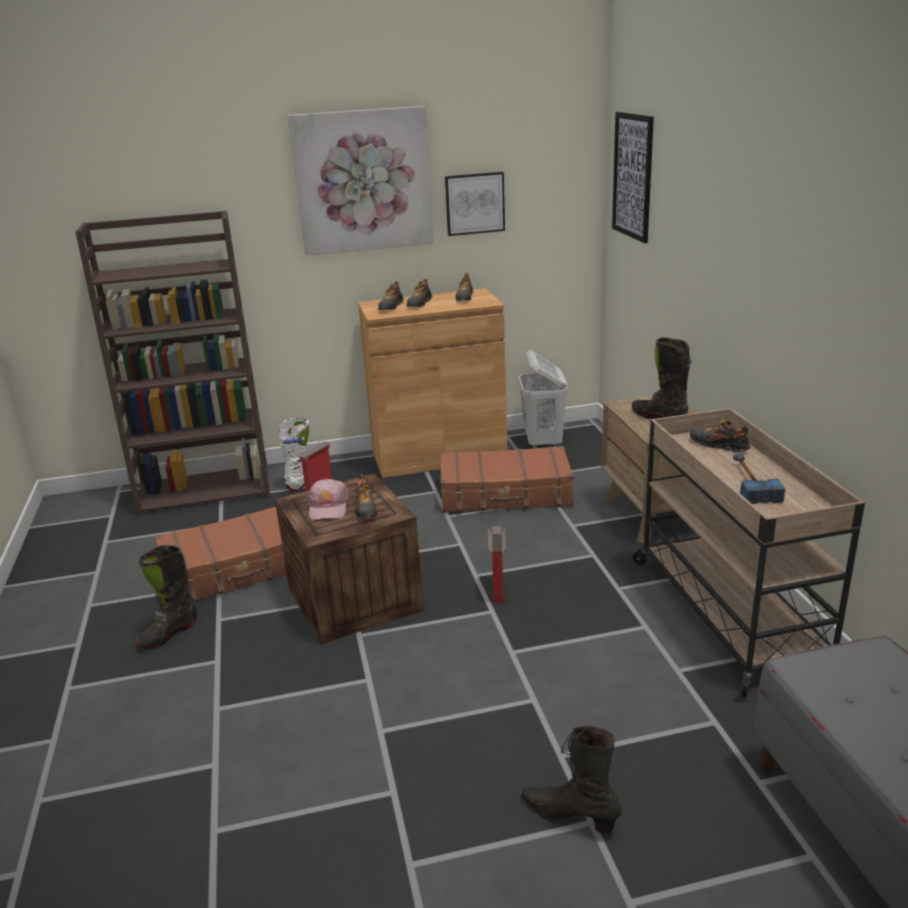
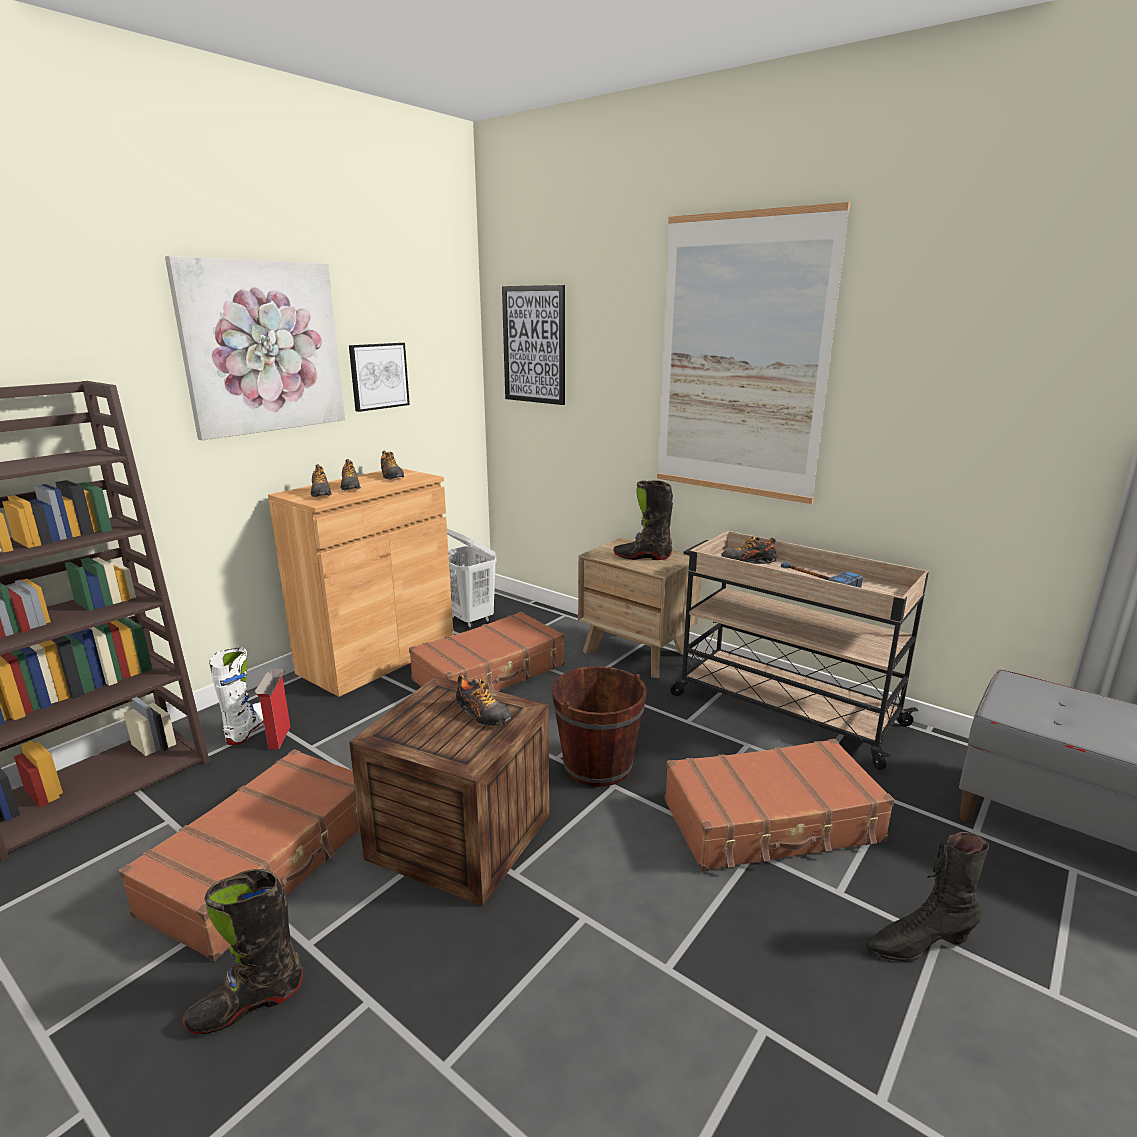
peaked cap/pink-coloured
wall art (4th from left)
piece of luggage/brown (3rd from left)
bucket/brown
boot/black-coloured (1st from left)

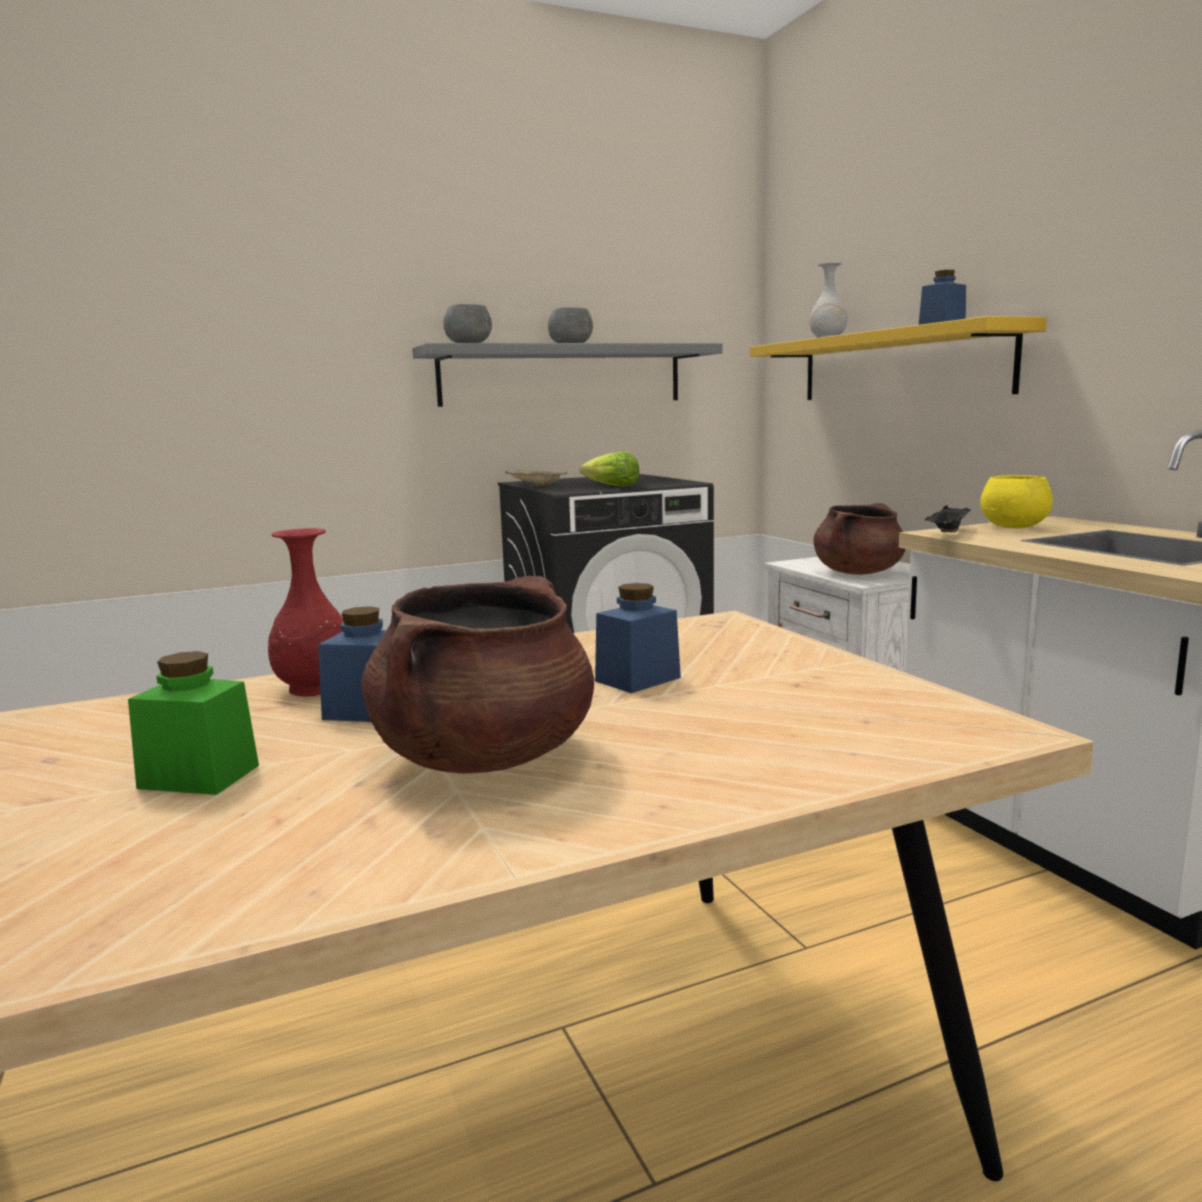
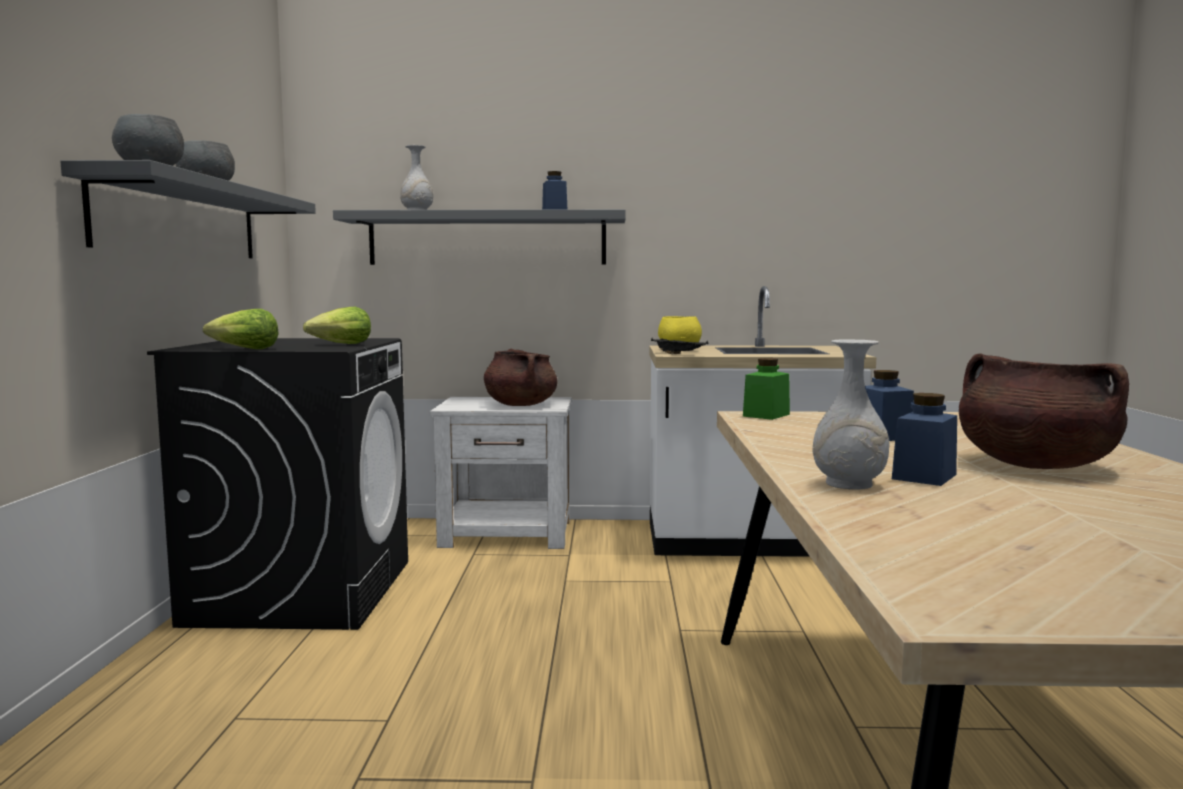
storage jar/green-coloured
head of lettuce (1st from left)
vase/white-coloured (2nd from left)
wall shelf/greyish (2nd from left)

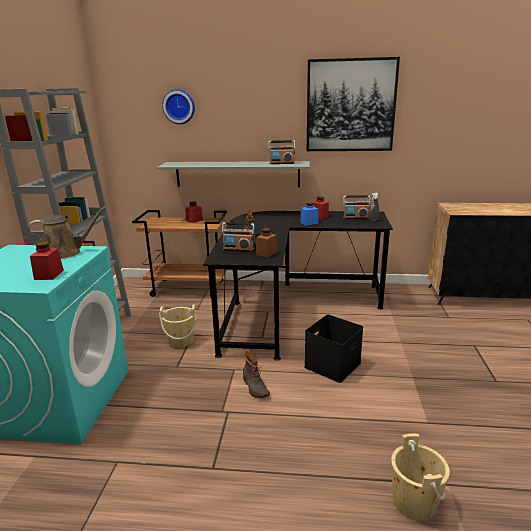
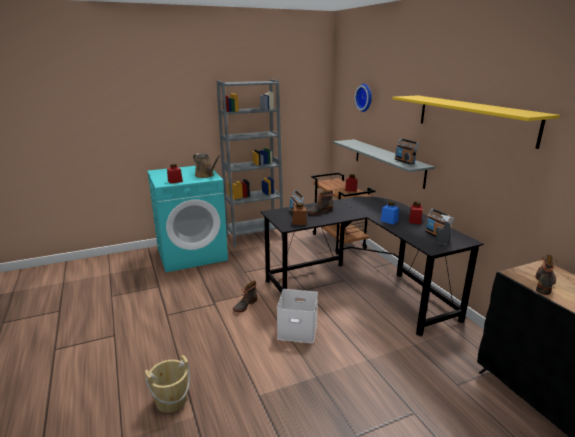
bucket/sand-coloured (1st from left in the first image)
boot (3rd from left)
wall shelf/yellow-coloured
storage box/white-coloured

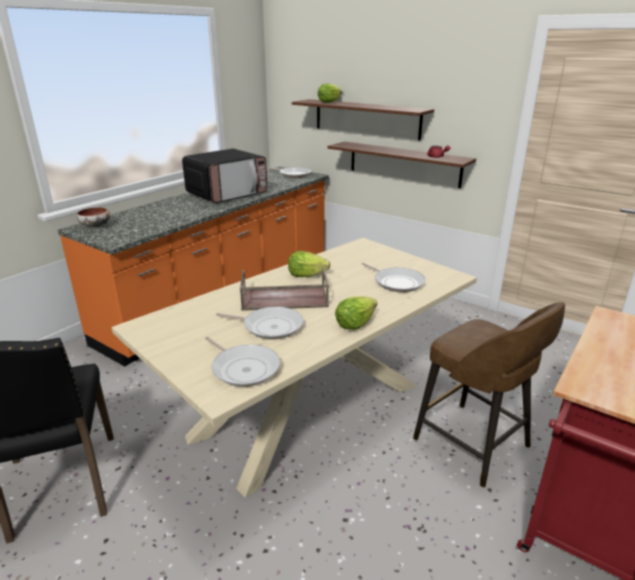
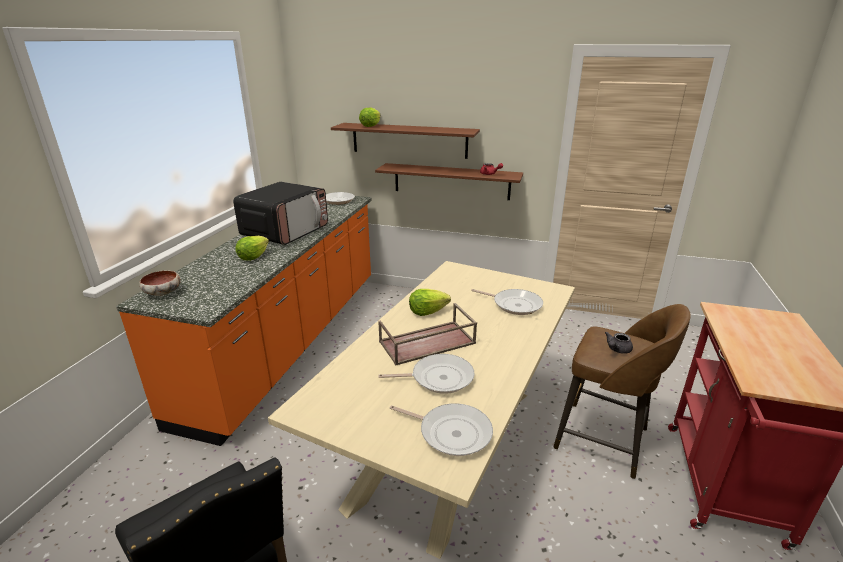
tea pot/greyish
head of lettuce (1st from left)

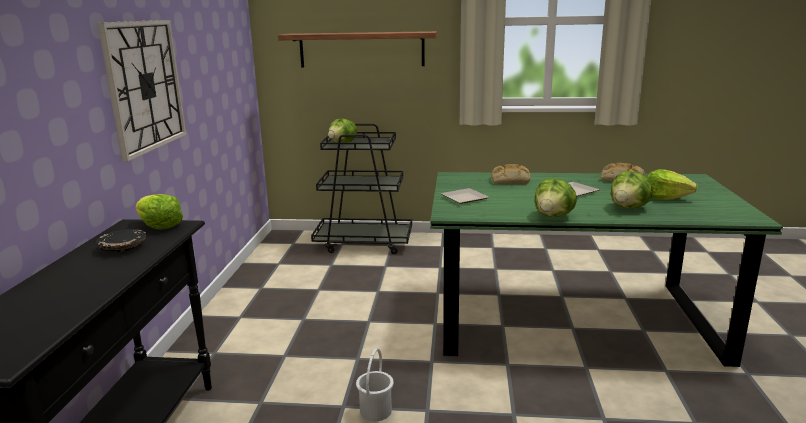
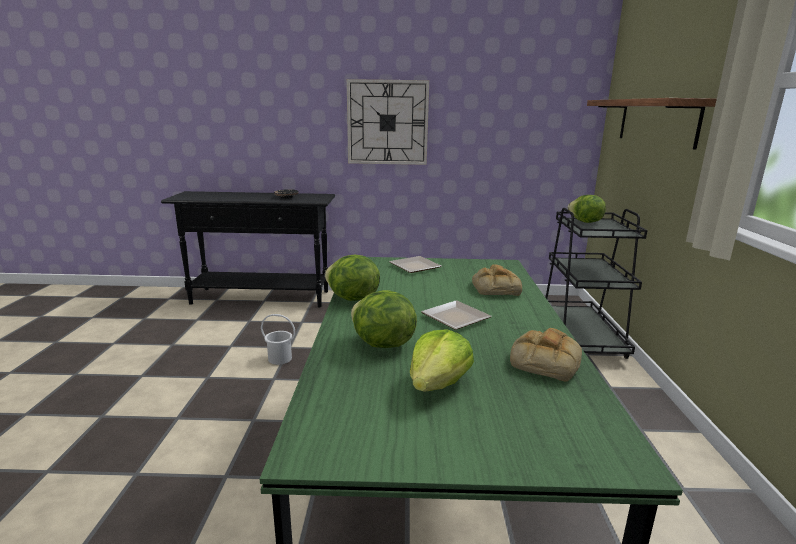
head of lettuce (1st from left in the first image)

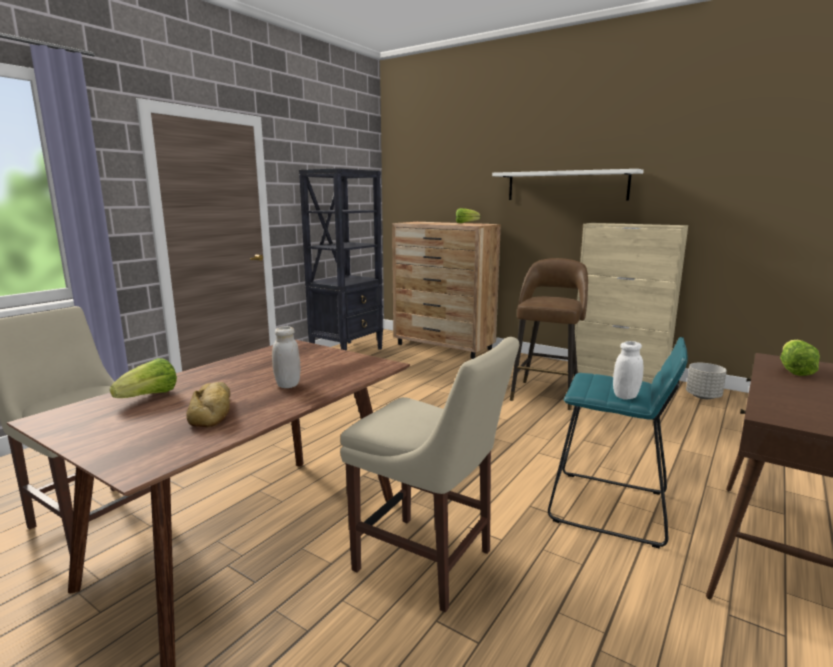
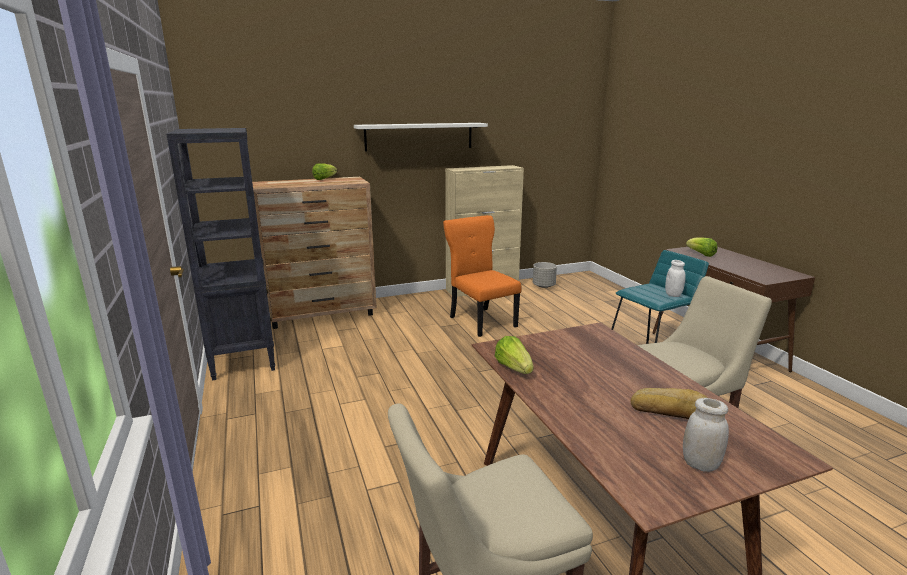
head of lettuce (2nd from left)
storage jar/white-coloured (2nd from left)
chair/orange-coloured

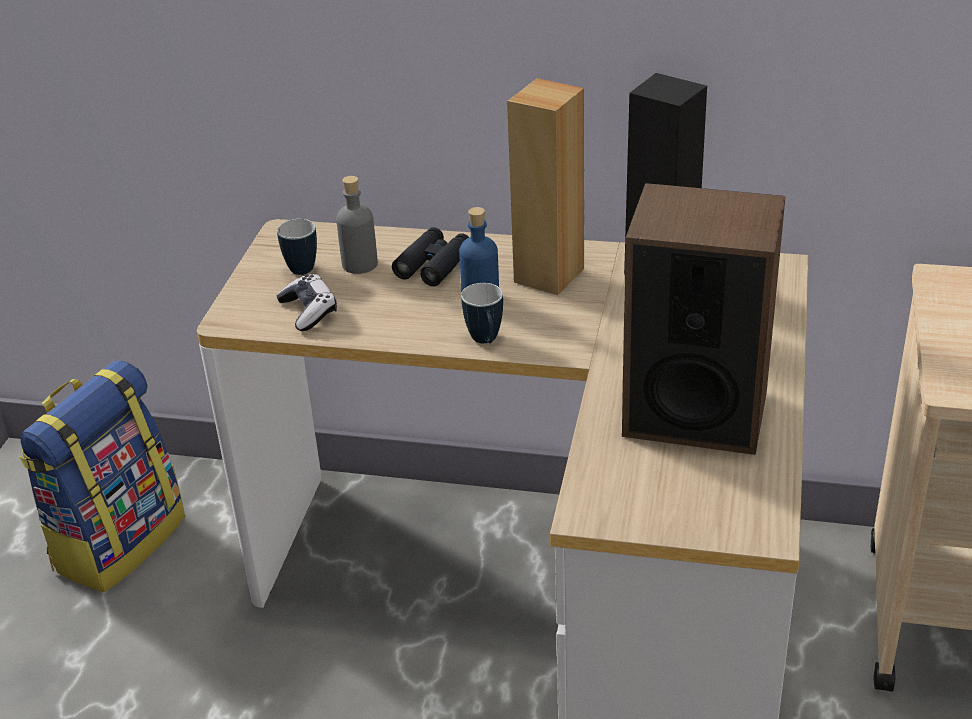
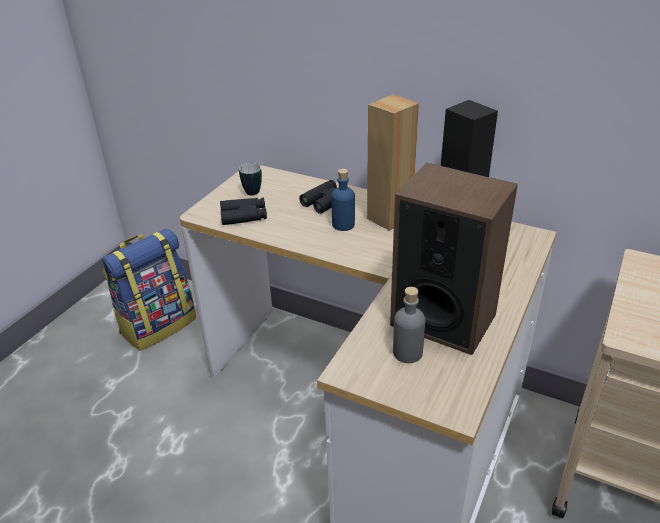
coffee mug (2nd from left in the first image)
beverage bottle/greyish
pair of binoculars/black-coloured (1st from left)

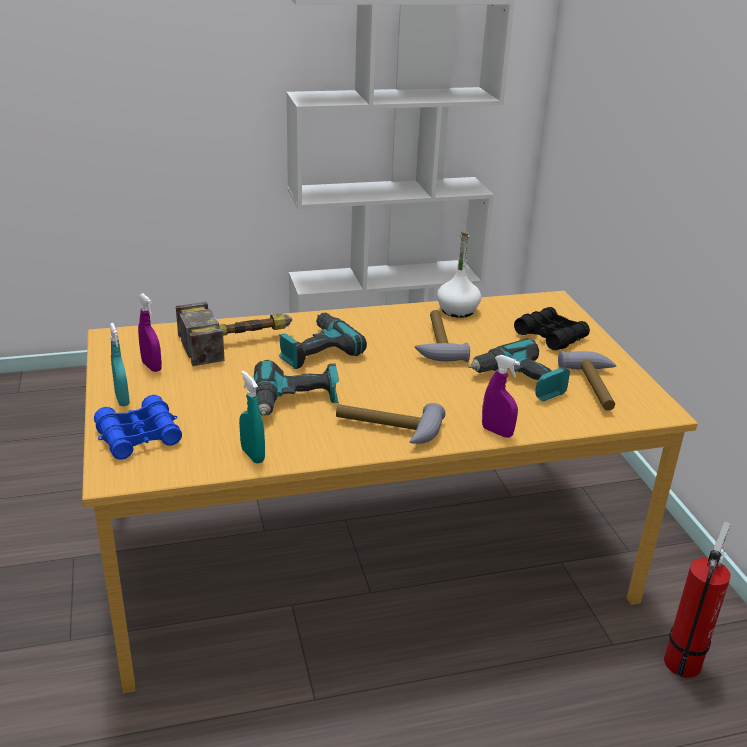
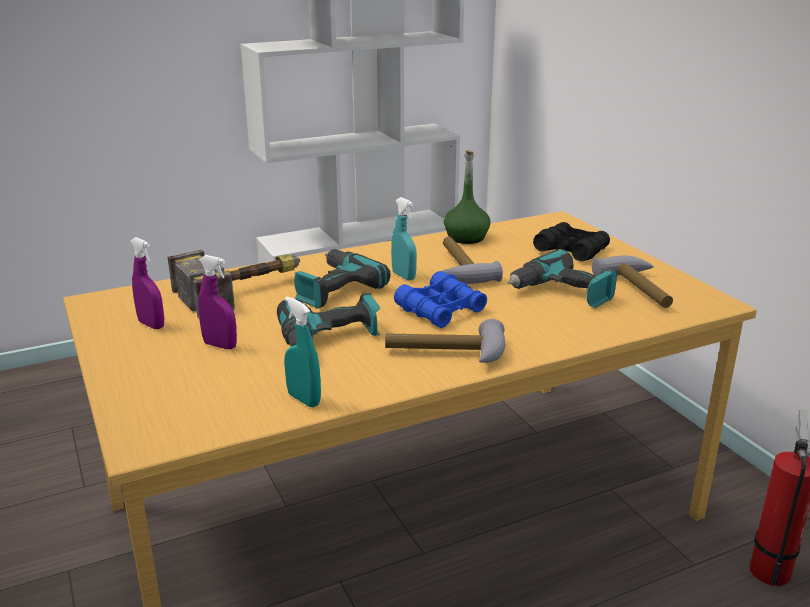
pair of binoculars/bluish
spray bottle/turquoise (2nd from left)
spray bottle/purple (2nd from left)
beverage bottle/green-coloured

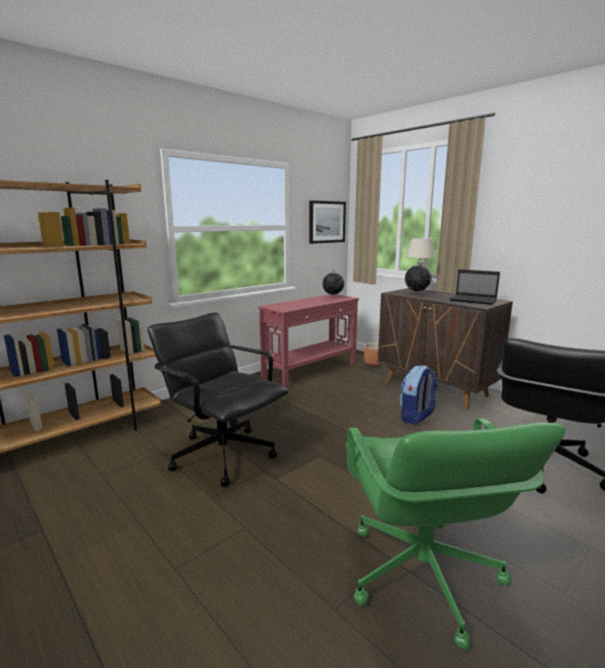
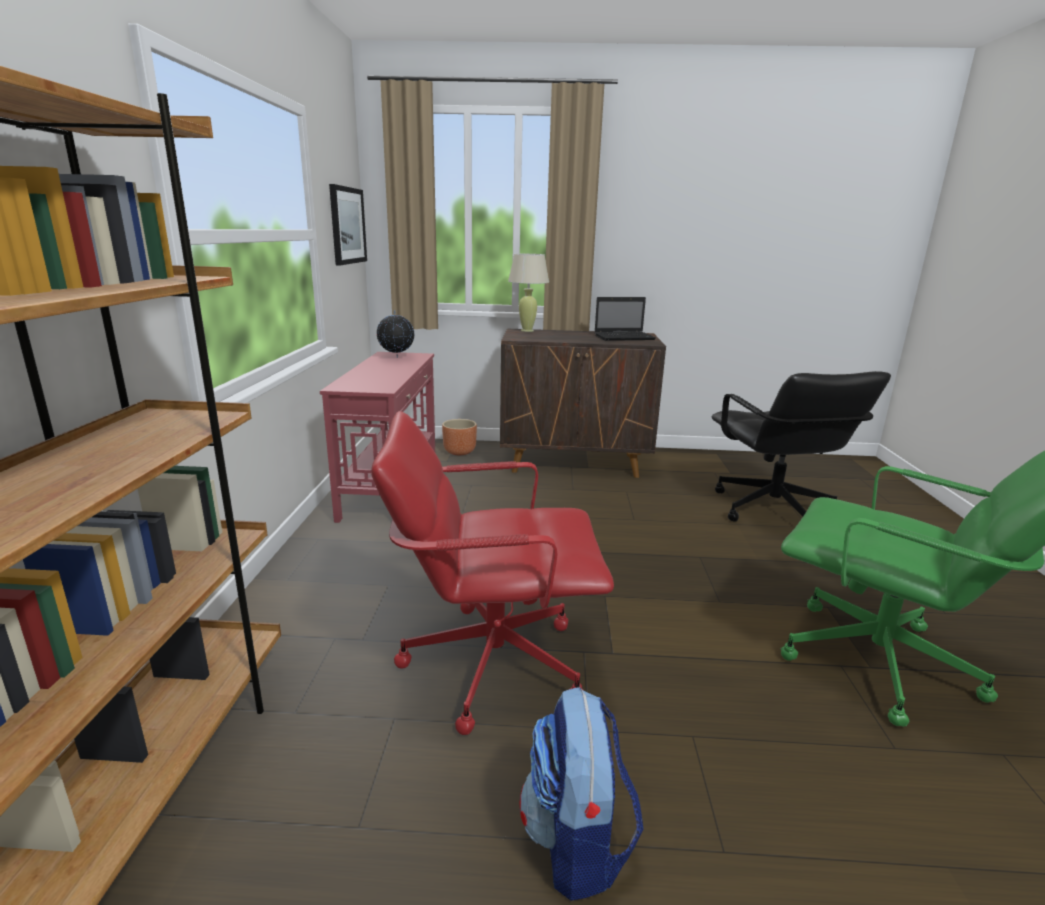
globe (2nd from left in the first image)
rucksack
office chair/reddish

